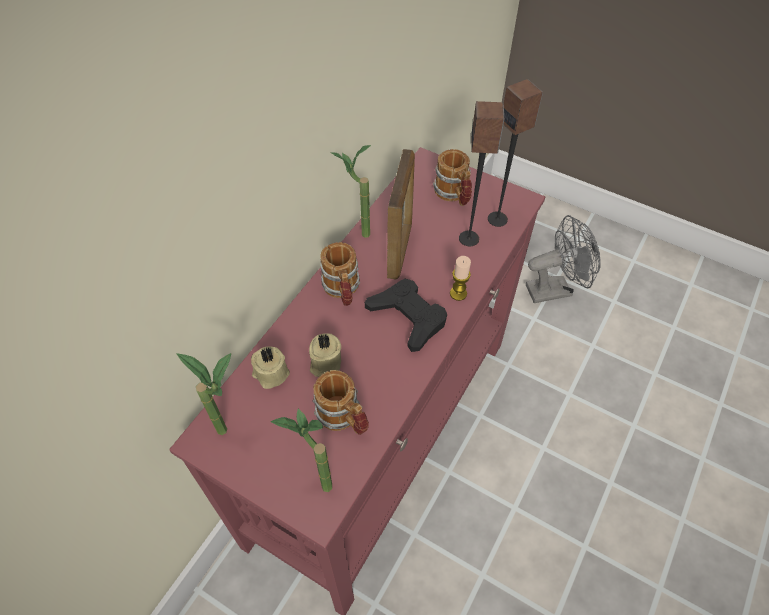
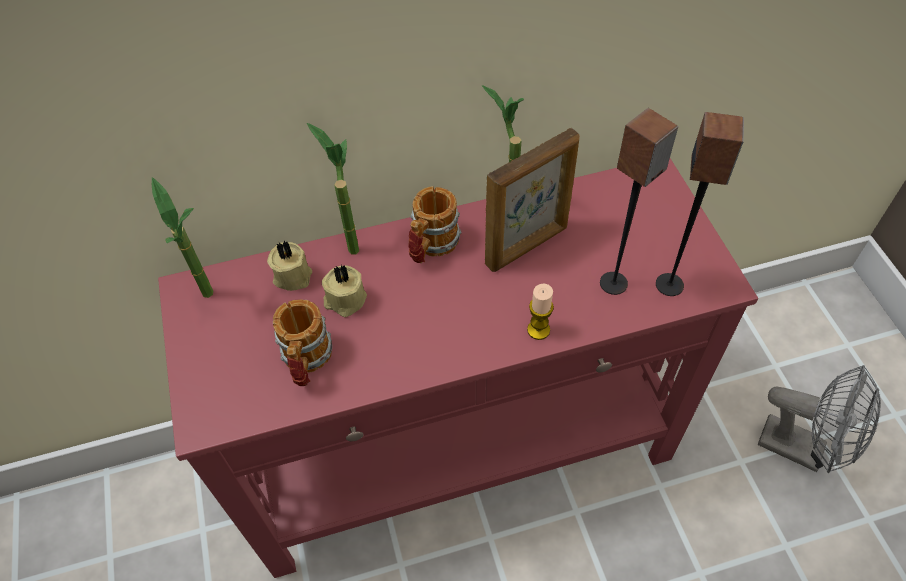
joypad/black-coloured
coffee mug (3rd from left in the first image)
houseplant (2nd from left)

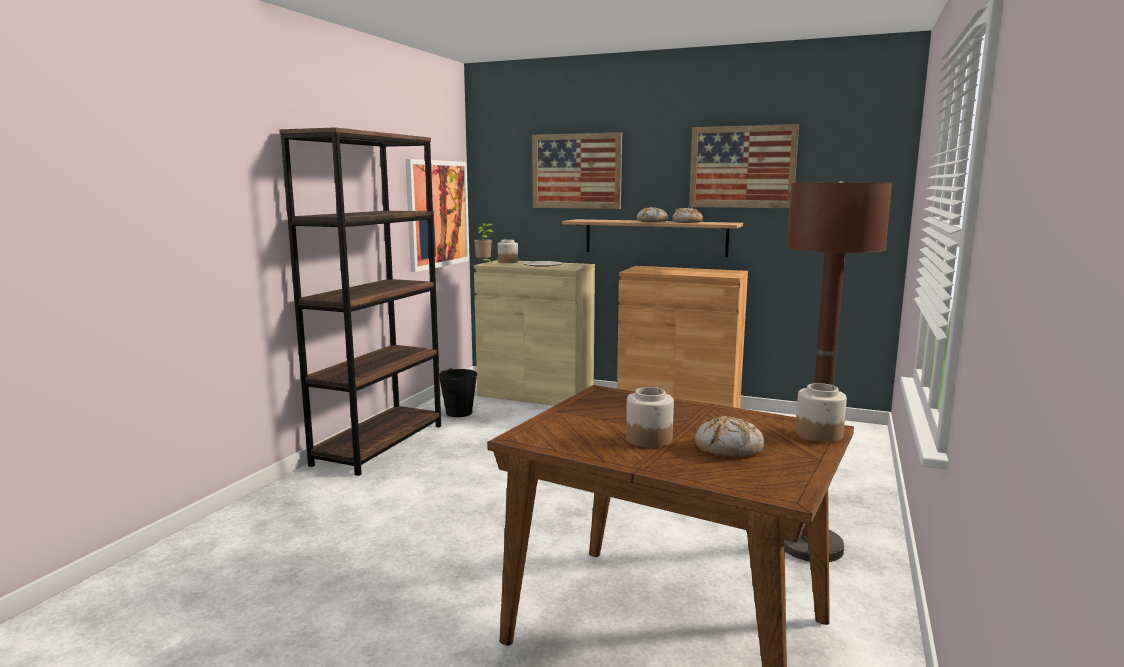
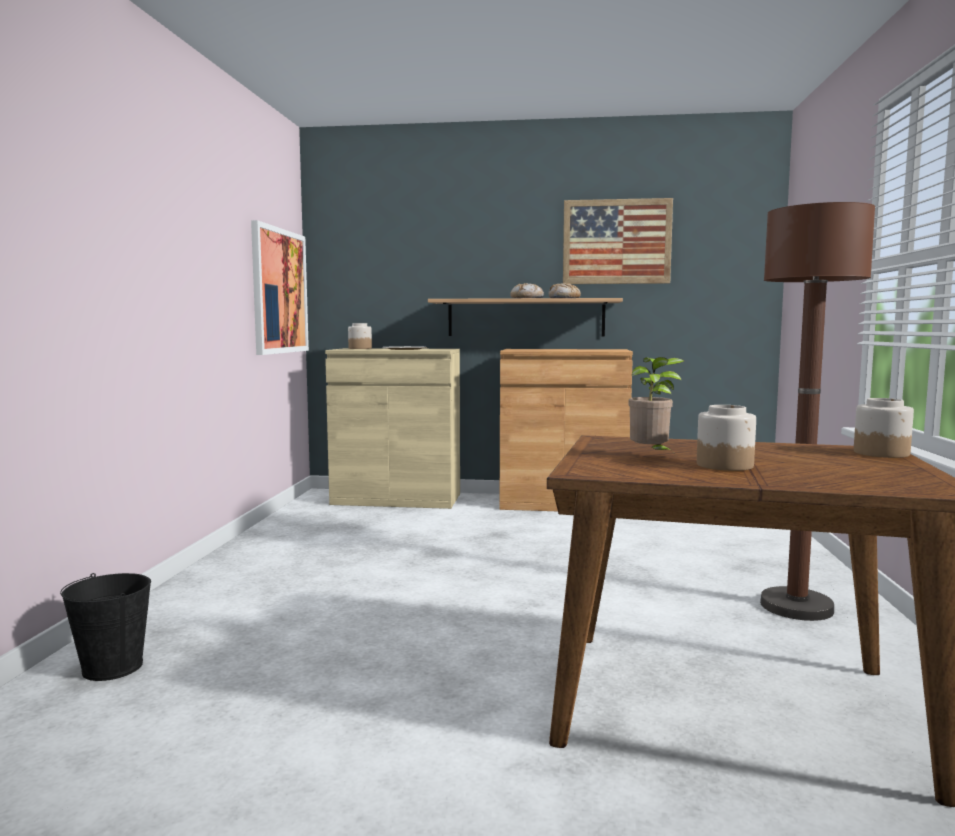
shelving unit/brown
wall art (2nd from left in the first image)
baked bread (3rd from left in the first image)
bucket/black-coloured
houseplant

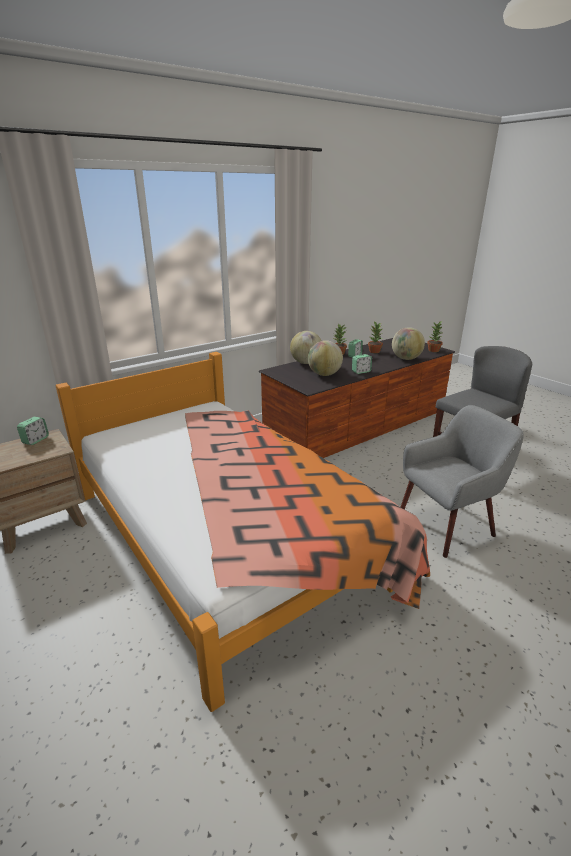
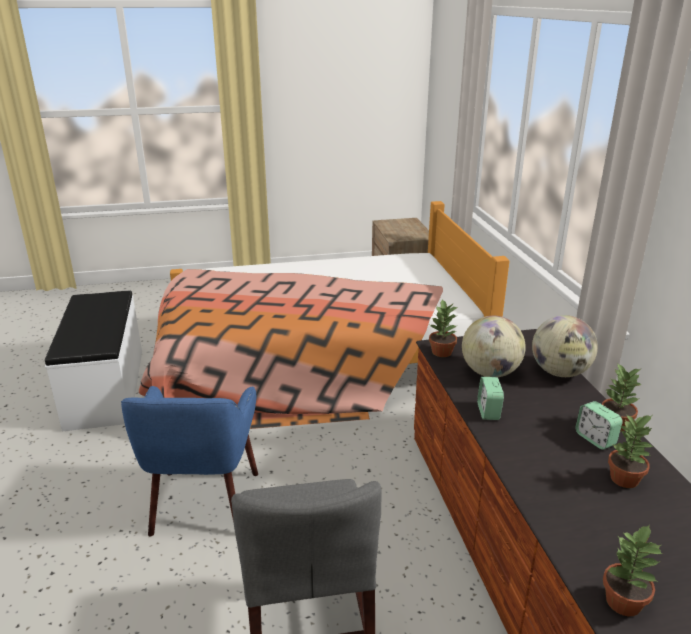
alarm clock (1st from left in the first image)
globe (3rd from left in the first image)
indoor bench/white-coloured
houseplant (1st from left)
armchair/bluish

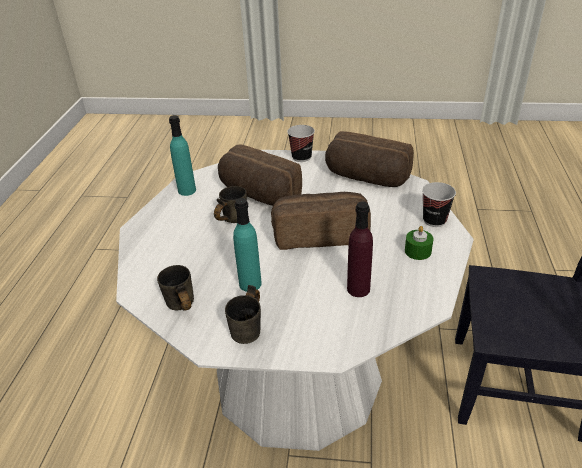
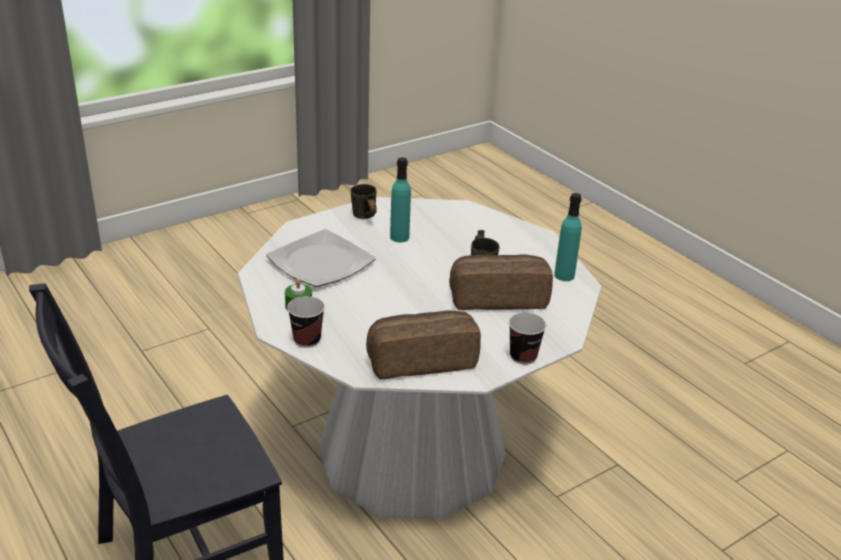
coffee mug/greyish (1st from left in the first image)
baked bread (2nd from left in the first image)
dinner plate

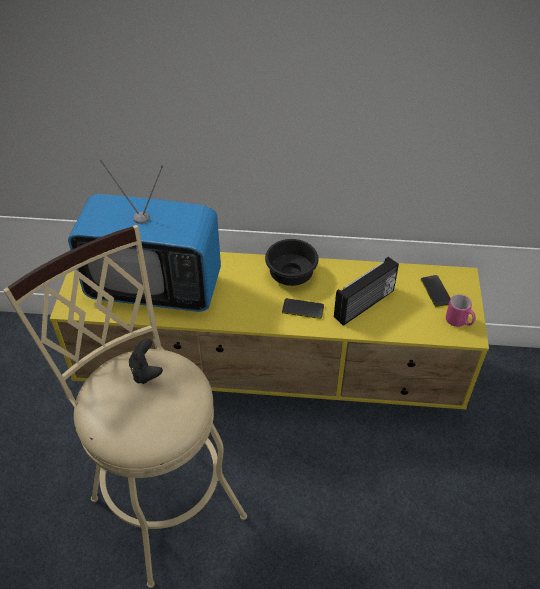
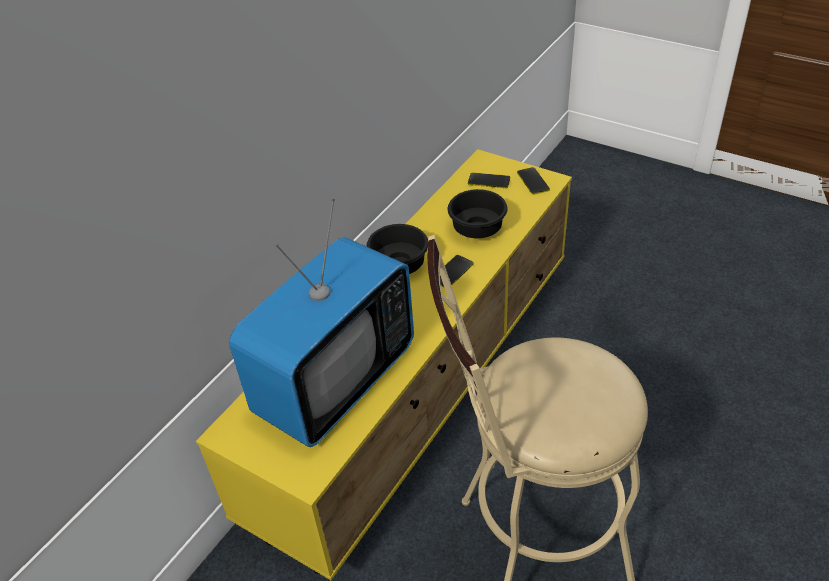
joypad/black-coloured
bowl/black-coloured (2nd from left)
handset (3rd from left)

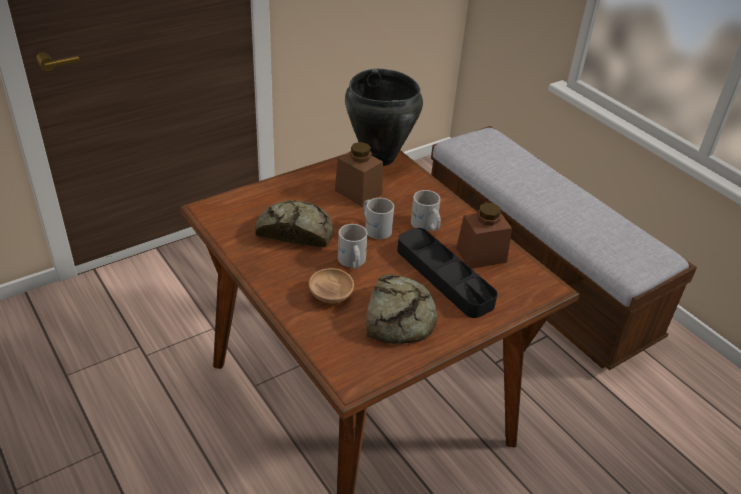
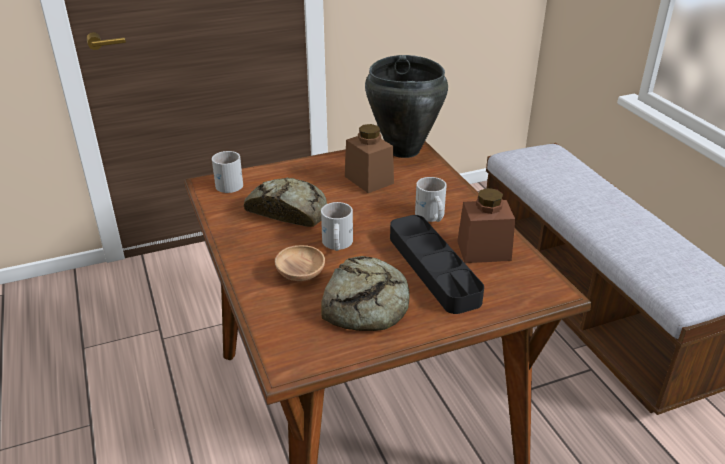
coffee mug/white-coloured (1st from left)

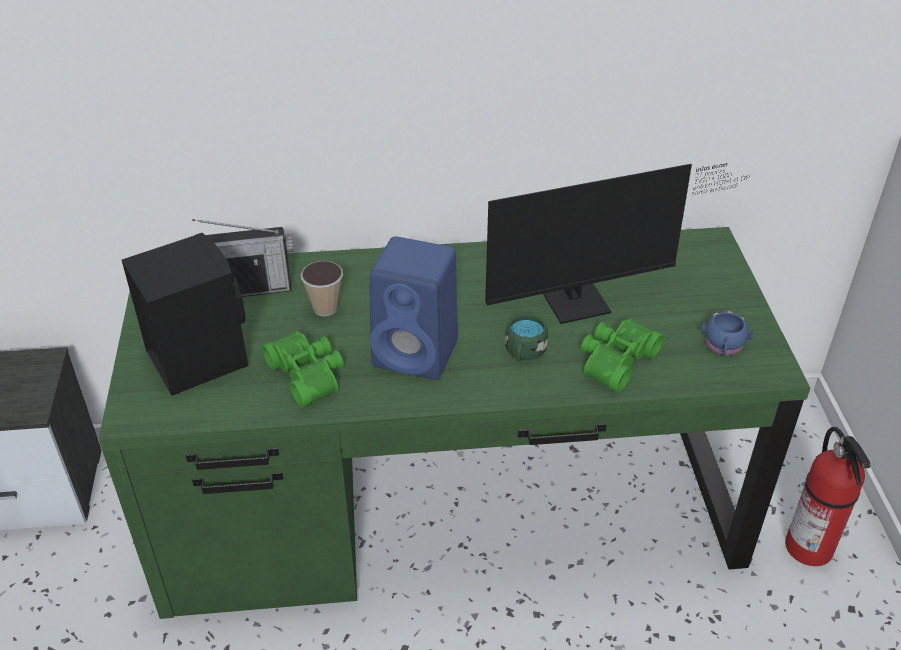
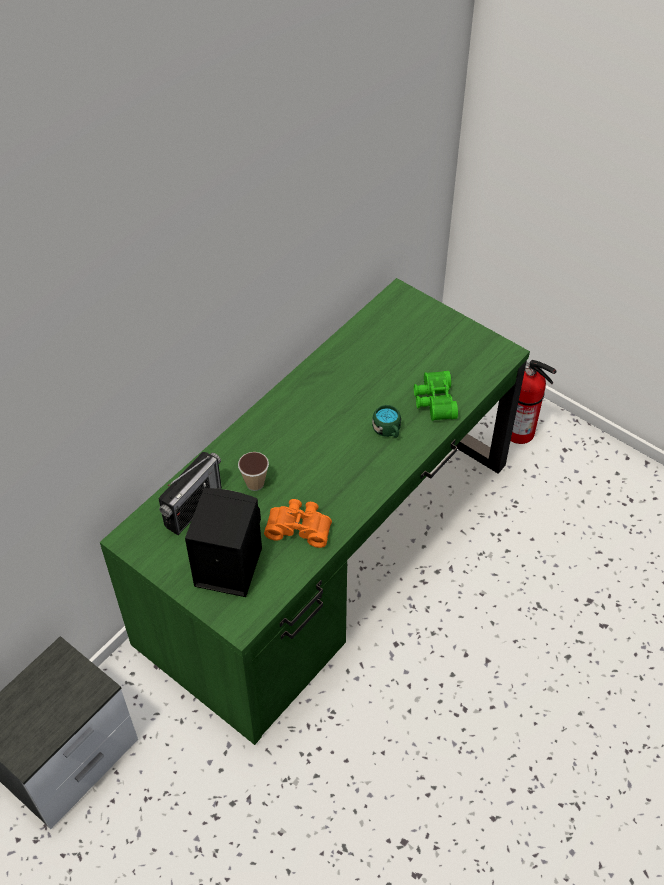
loudspeaker/bluish
monitor
coffee mug/bluish
pair of binoculars/orange-coloured

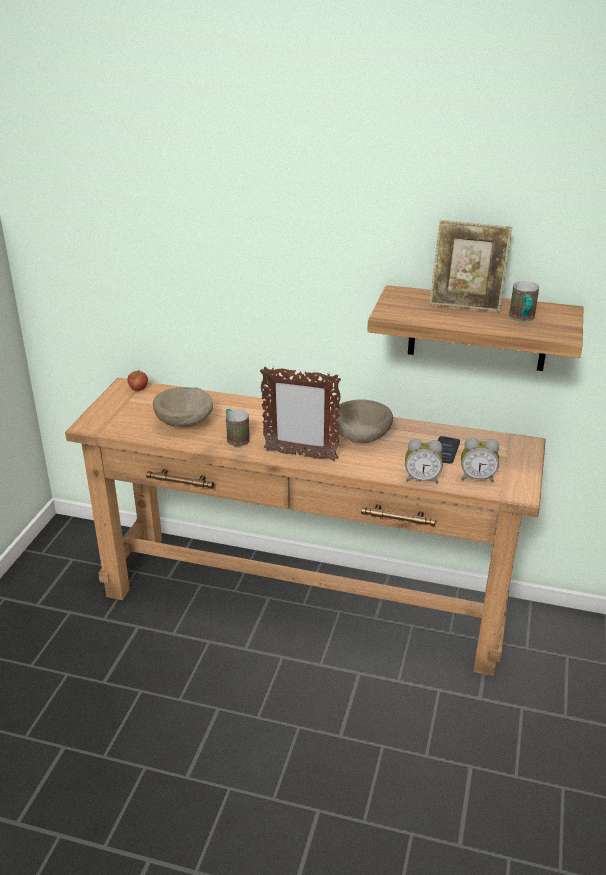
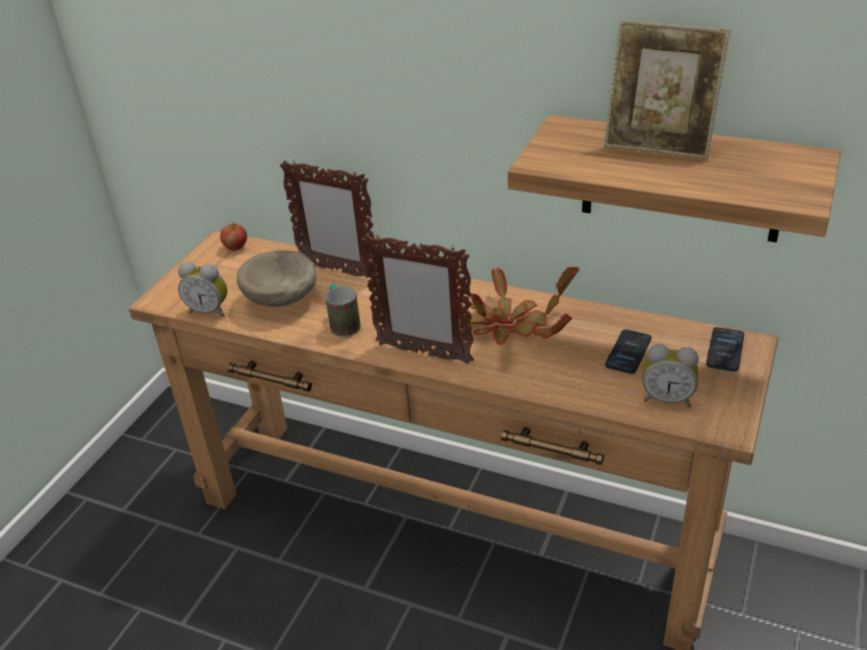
coffee mug (2nd from left in the first image)
standing frame (1st from left)
handset (2nd from left)
alarm clock (1st from left)
houseplant

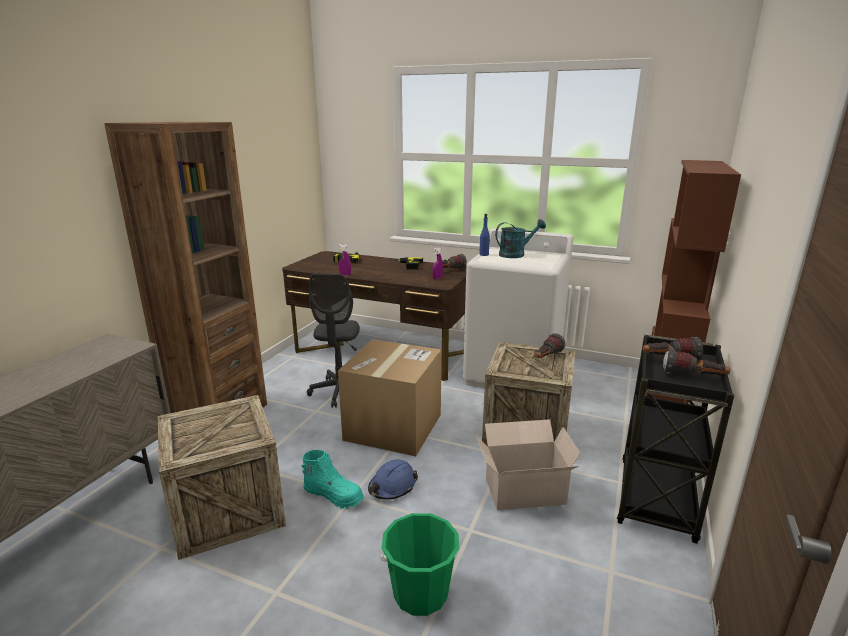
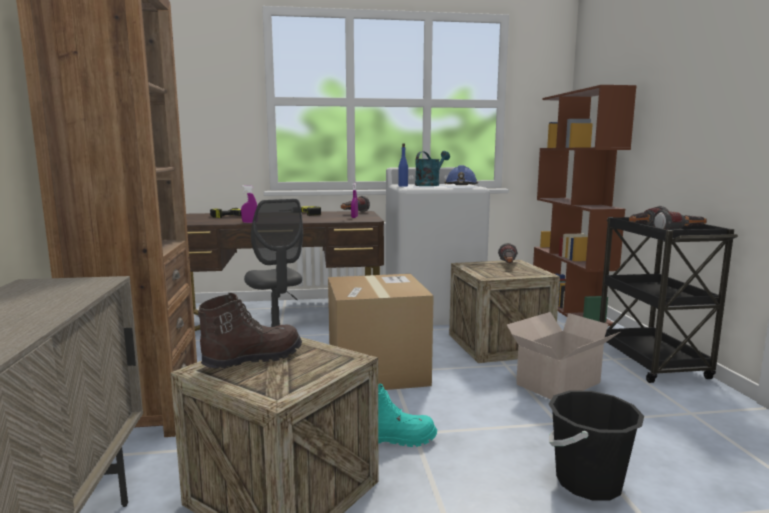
boot/brown
work helmet/bluish
bucket/black-coloured

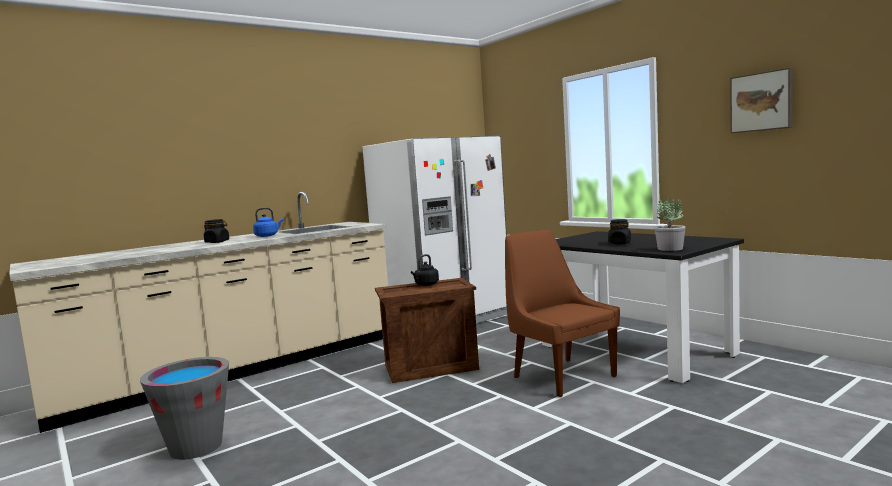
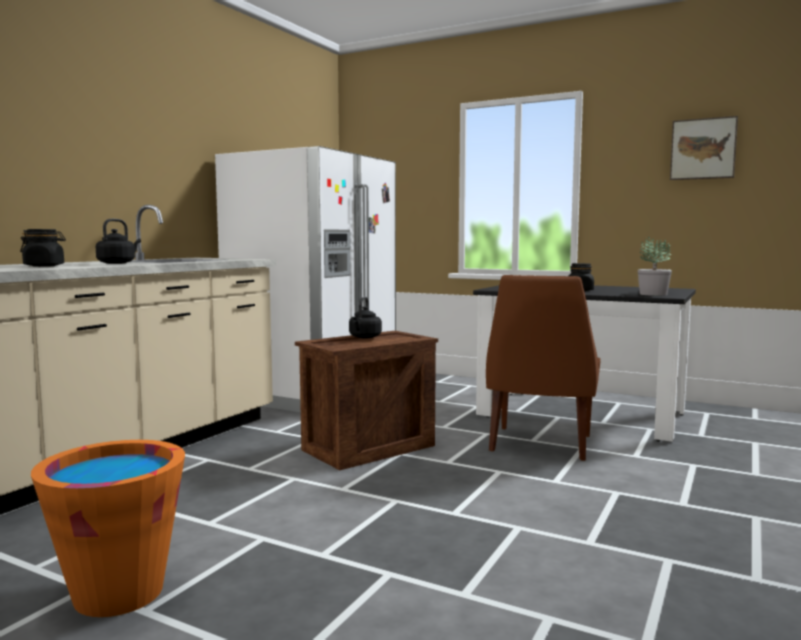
bucket/orange-coloured
water kettle/black-coloured (1st from left)
chair/brown

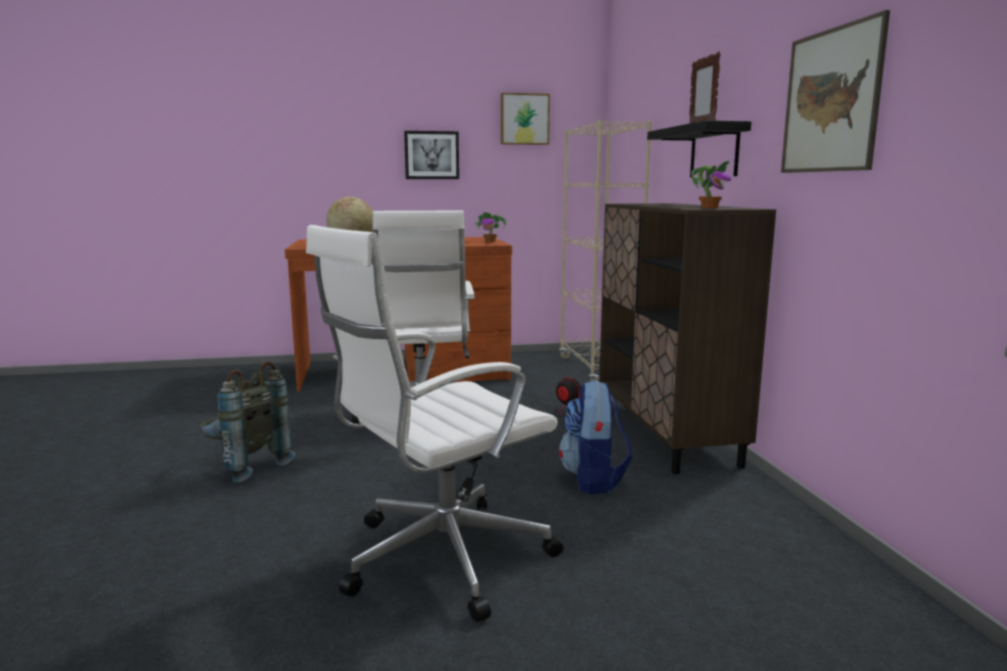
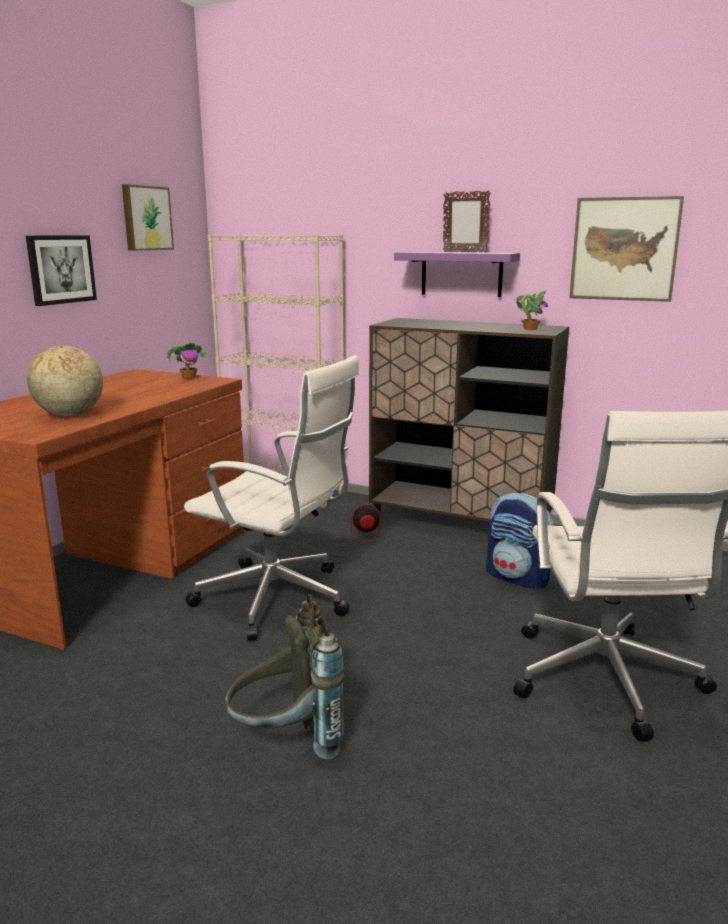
wall shelf/purple

